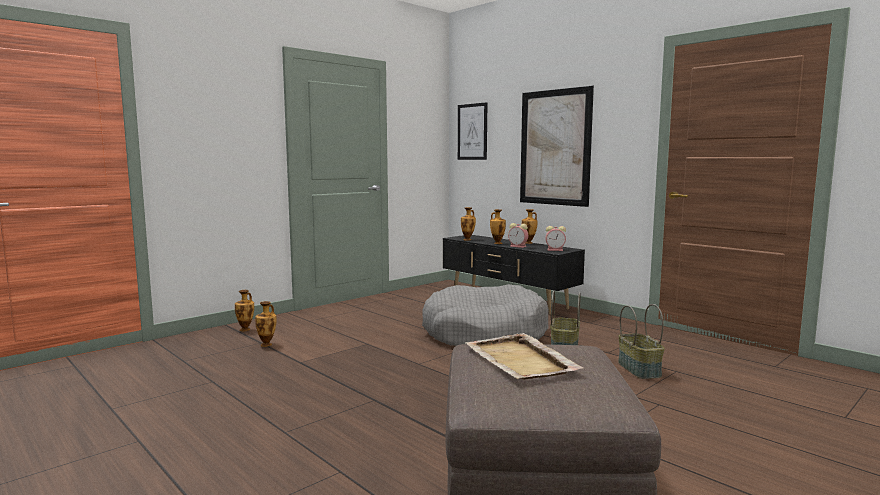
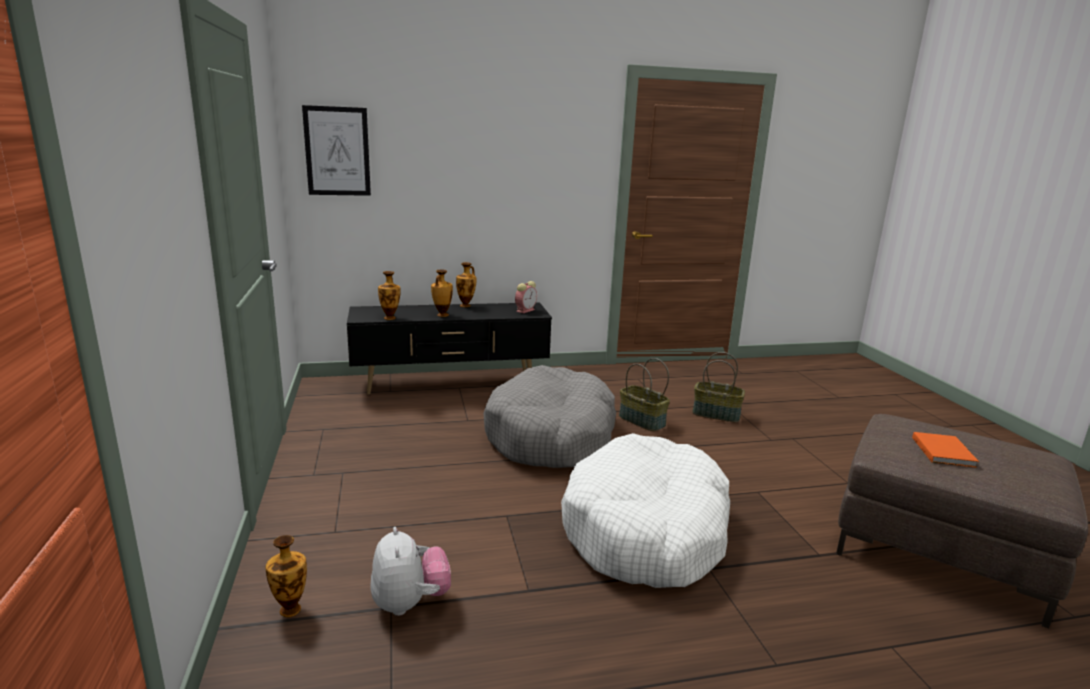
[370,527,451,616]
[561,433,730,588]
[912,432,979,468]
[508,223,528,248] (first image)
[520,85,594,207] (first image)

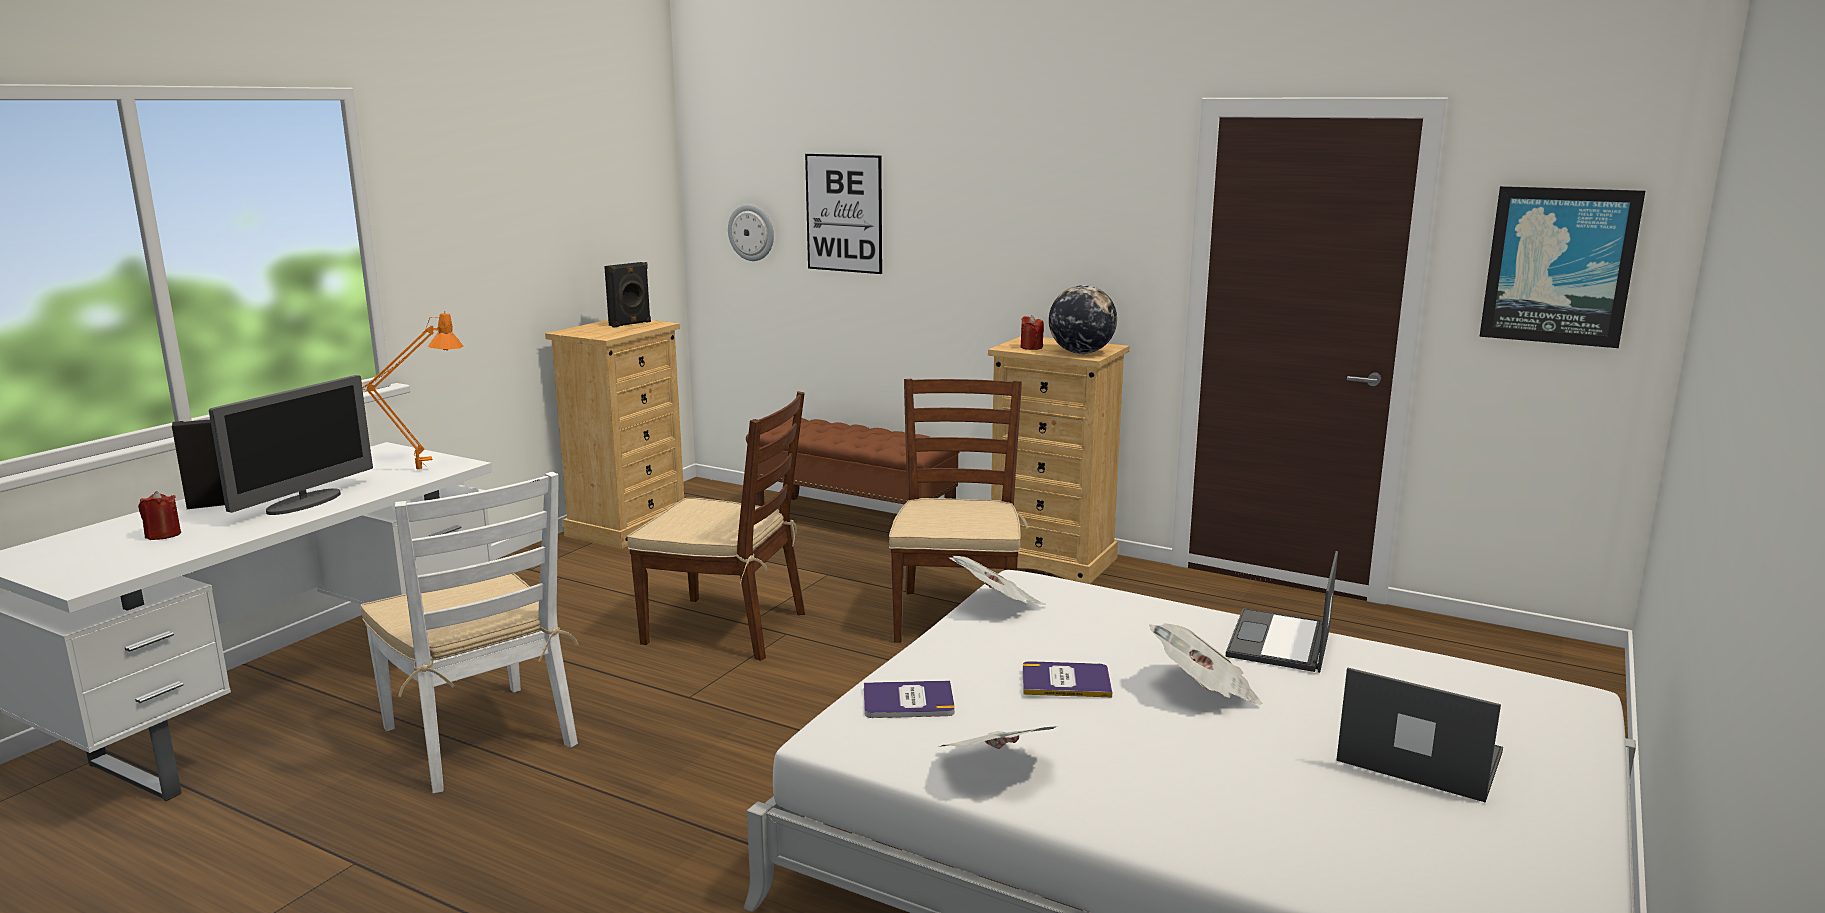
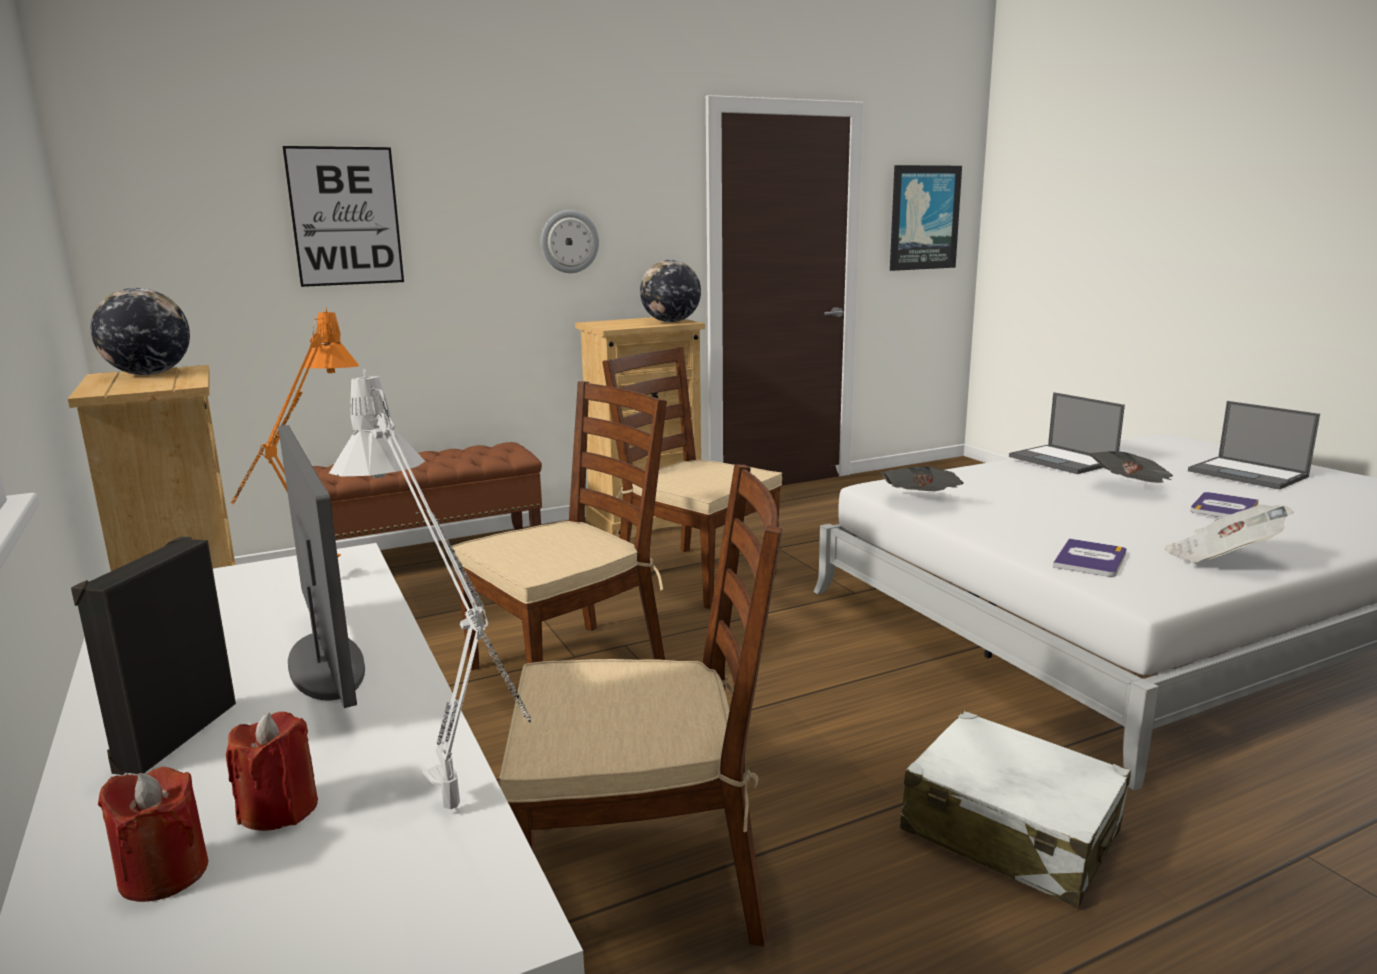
[91,288,190,375]
[98,767,208,902]
[329,369,531,809]
[499,464,783,947]
[541,210,599,273]
[900,711,1131,908]
[1188,401,1320,490]
[1191,492,1258,517]

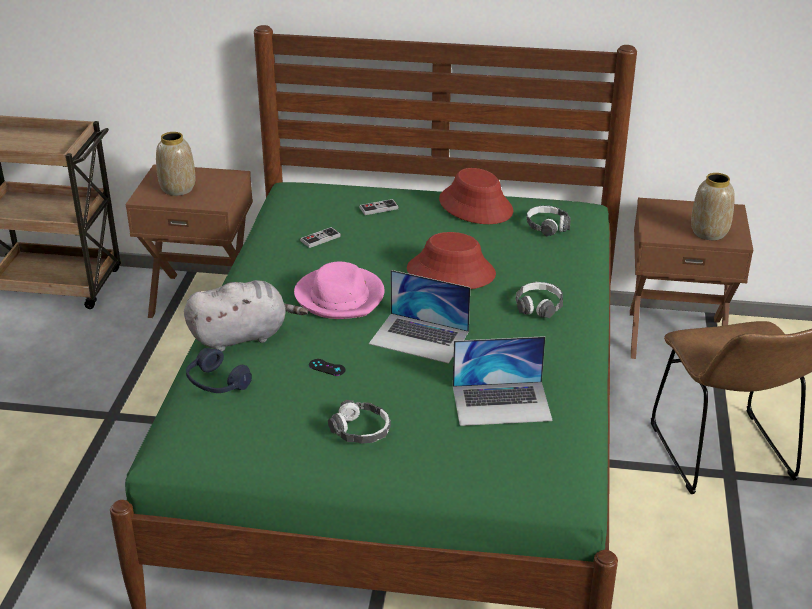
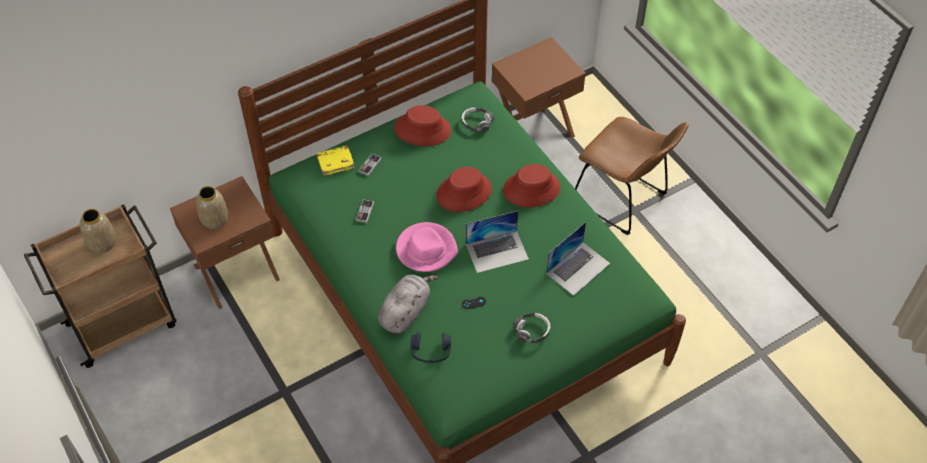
[80,209,116,253]
[316,146,355,176]
[503,164,561,207]

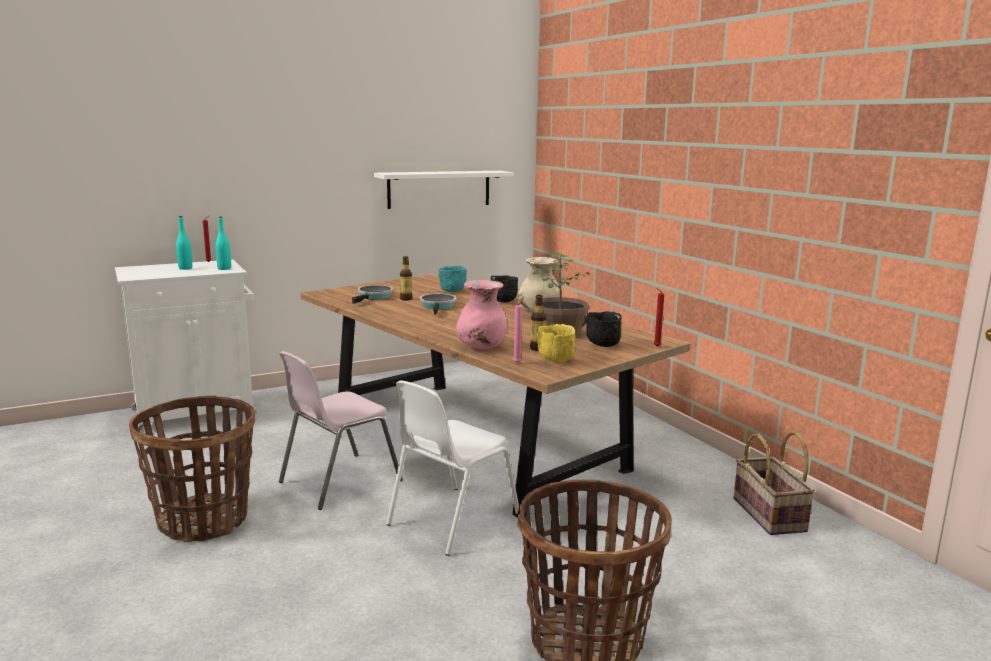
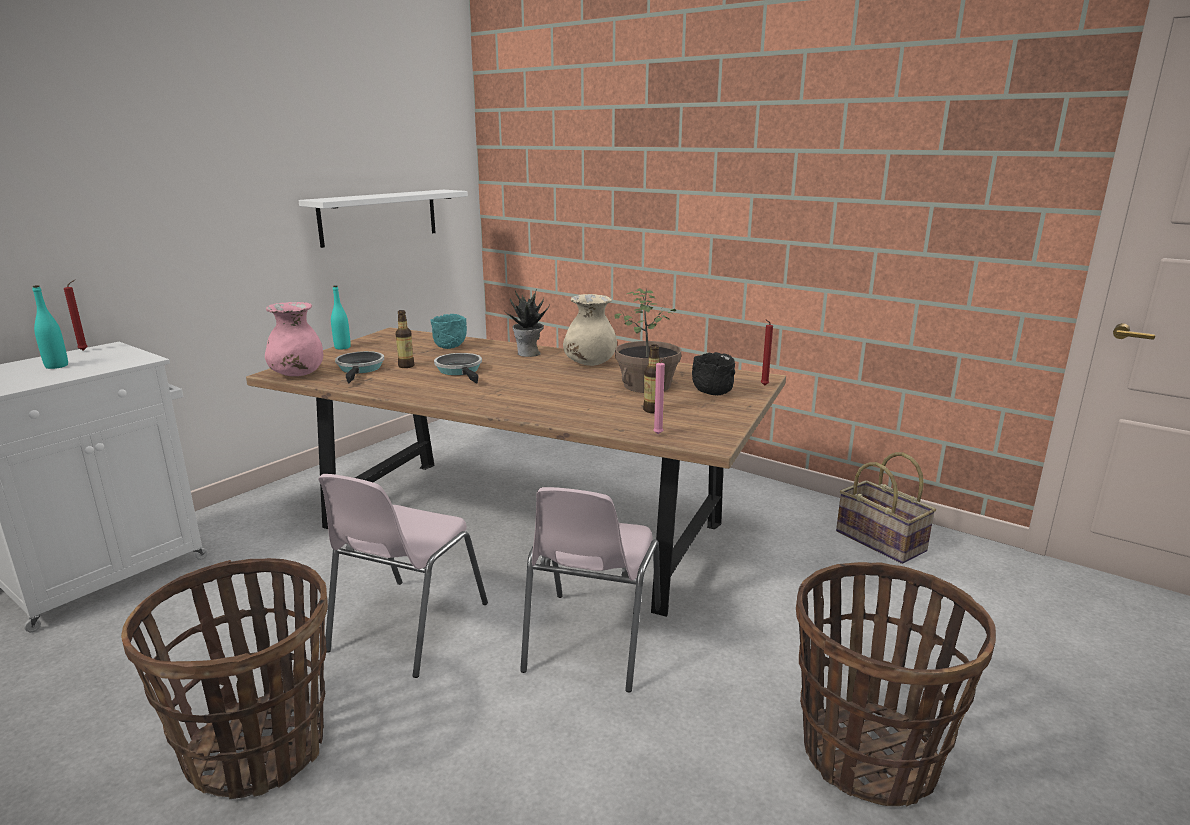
[265,302,323,376]
[331,285,351,350]
[505,288,550,357]
[520,487,661,692]
[537,324,575,363] (first image)

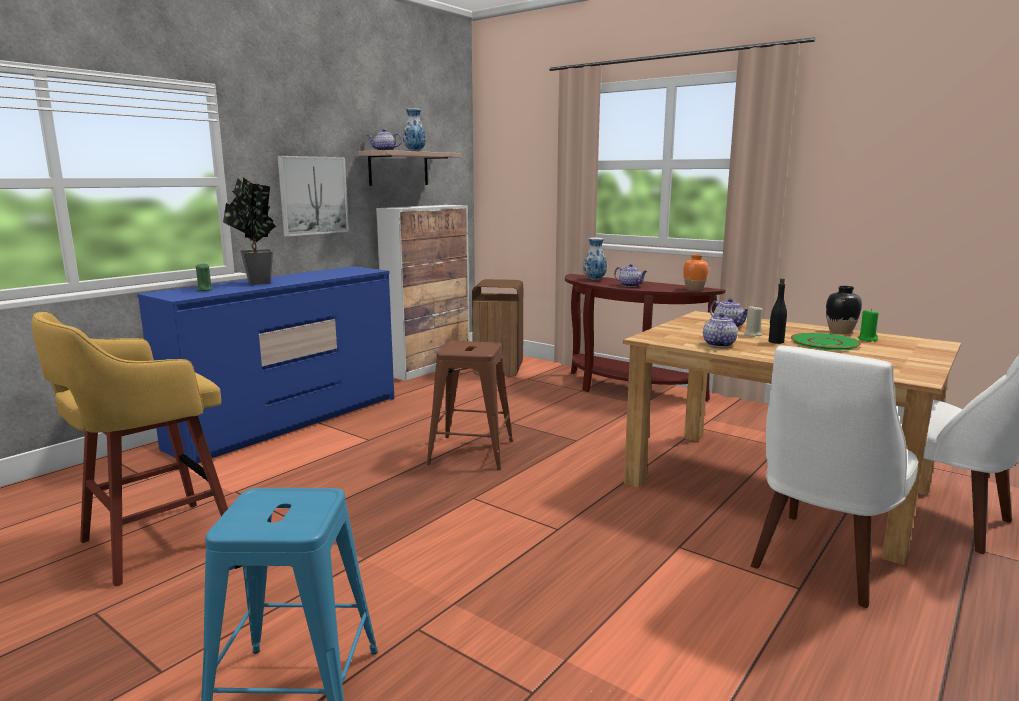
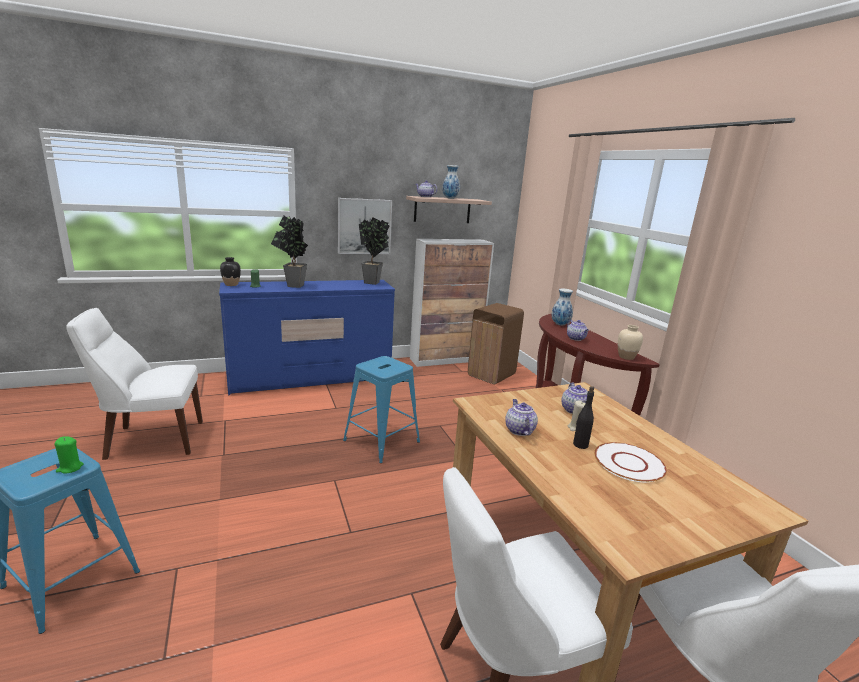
[54,437,84,473]
[66,308,203,460]
[220,257,241,286]
[343,356,420,463]
[359,217,390,285]
[505,399,538,436]
[594,442,667,482]
[618,325,643,360]

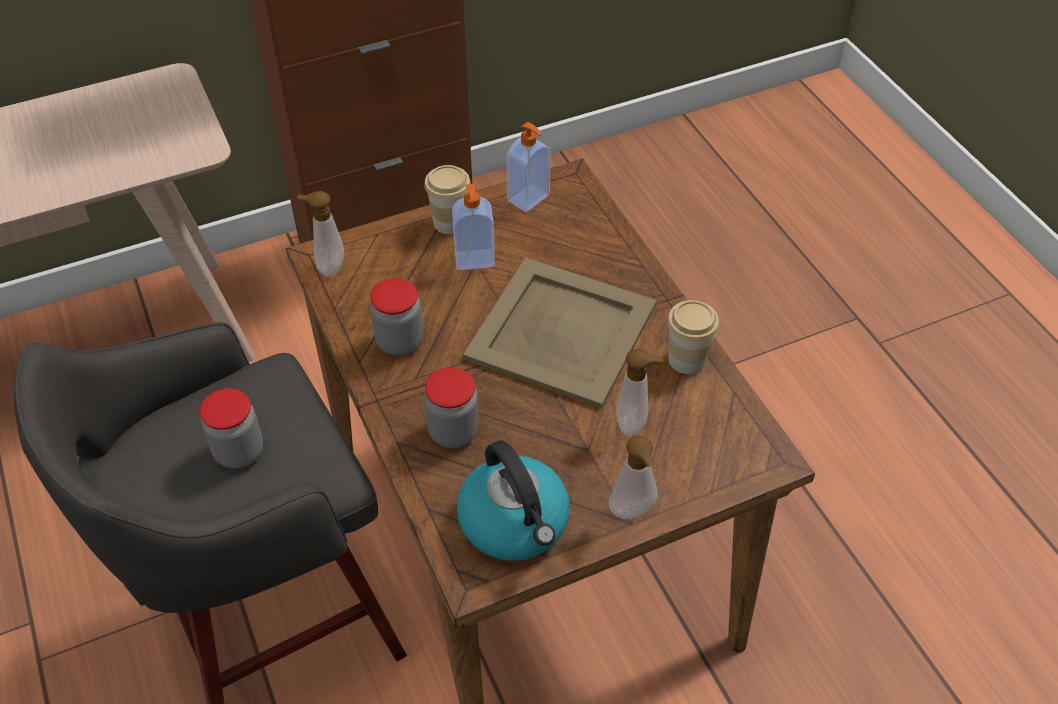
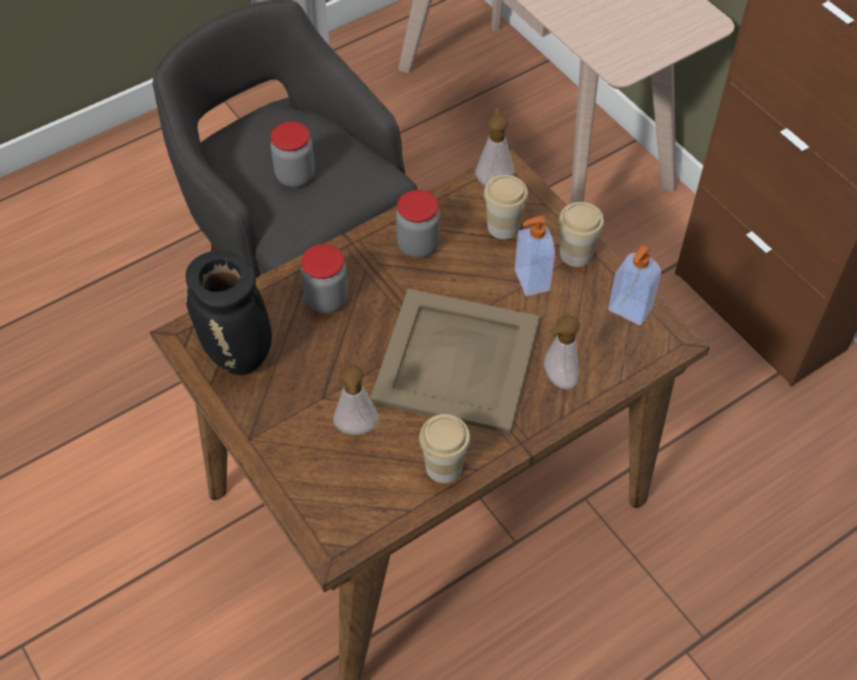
[186,250,272,375]
[484,175,528,239]
[544,315,580,390]

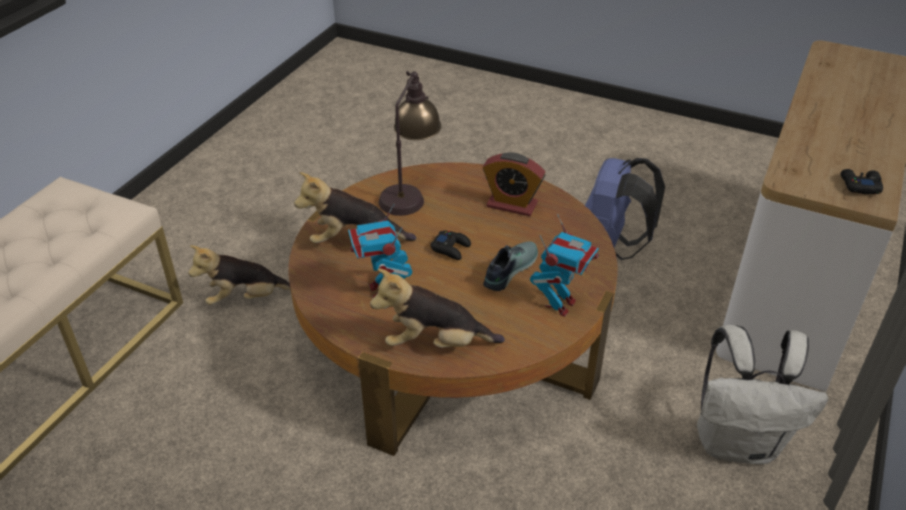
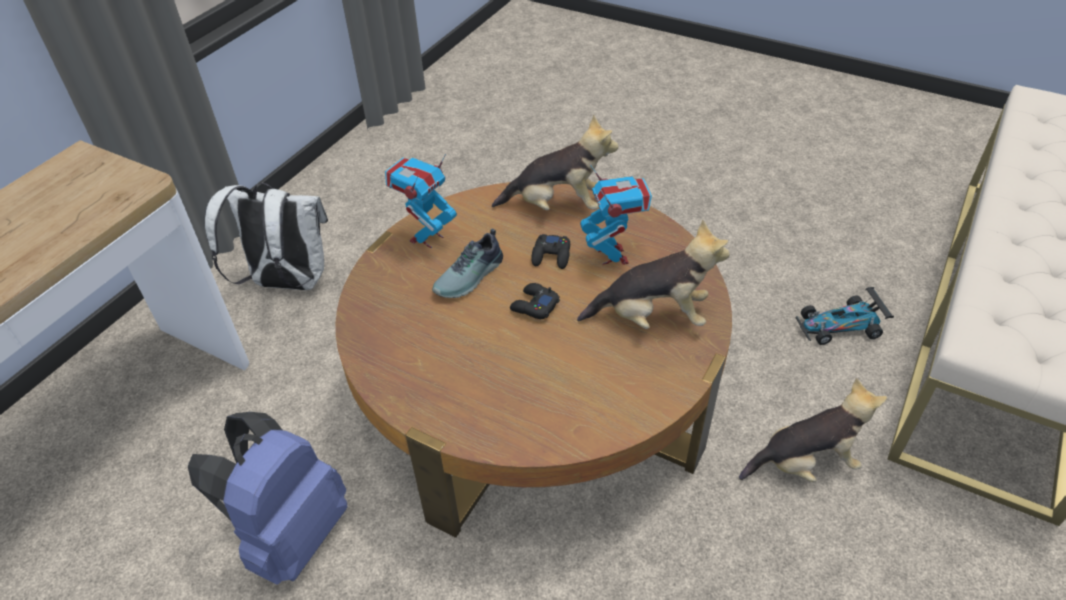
[531,234,570,269]
[796,287,894,345]
[379,71,441,216] (first image)
[483,153,545,216] (first image)

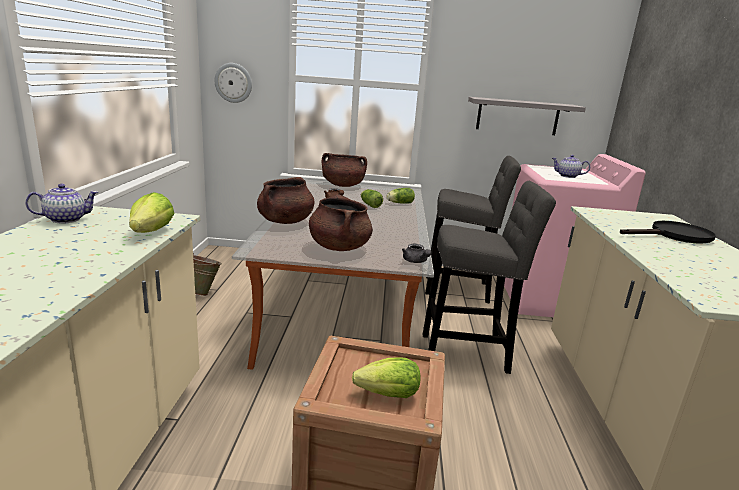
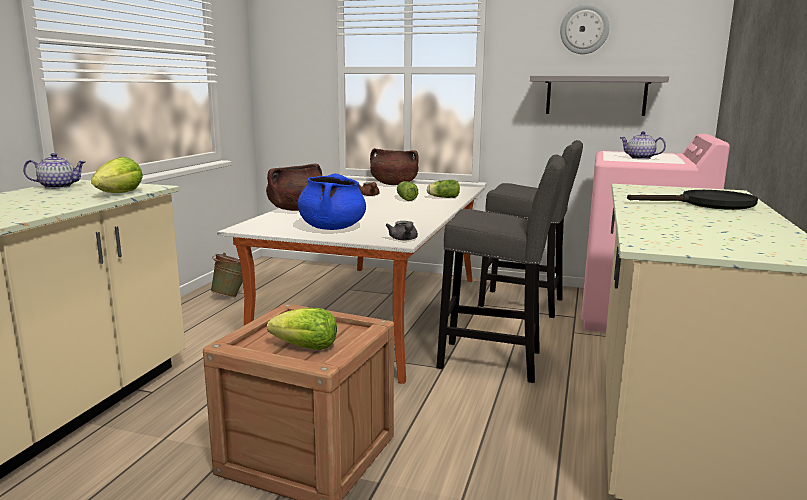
[298,174,366,230]
[560,4,610,54]

